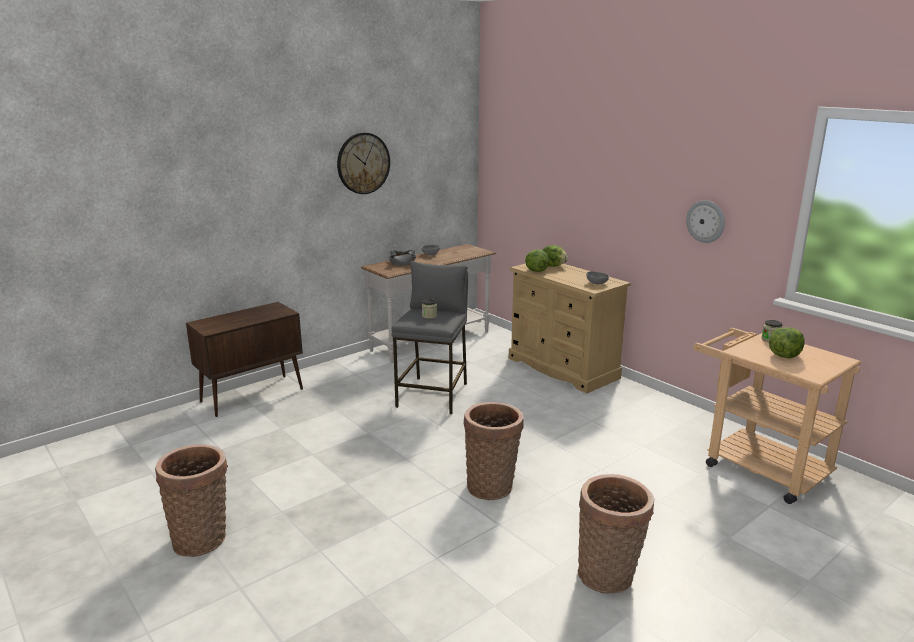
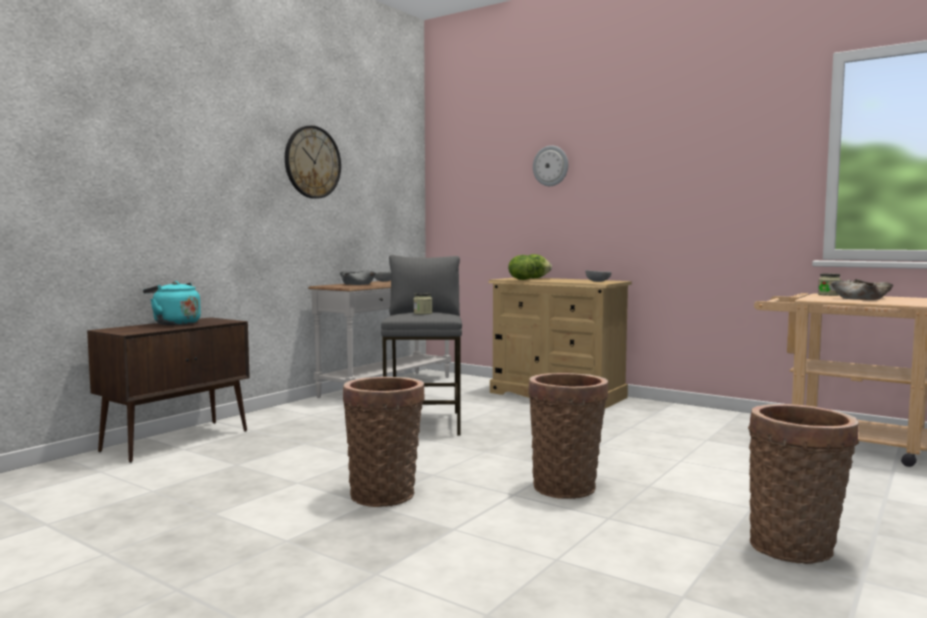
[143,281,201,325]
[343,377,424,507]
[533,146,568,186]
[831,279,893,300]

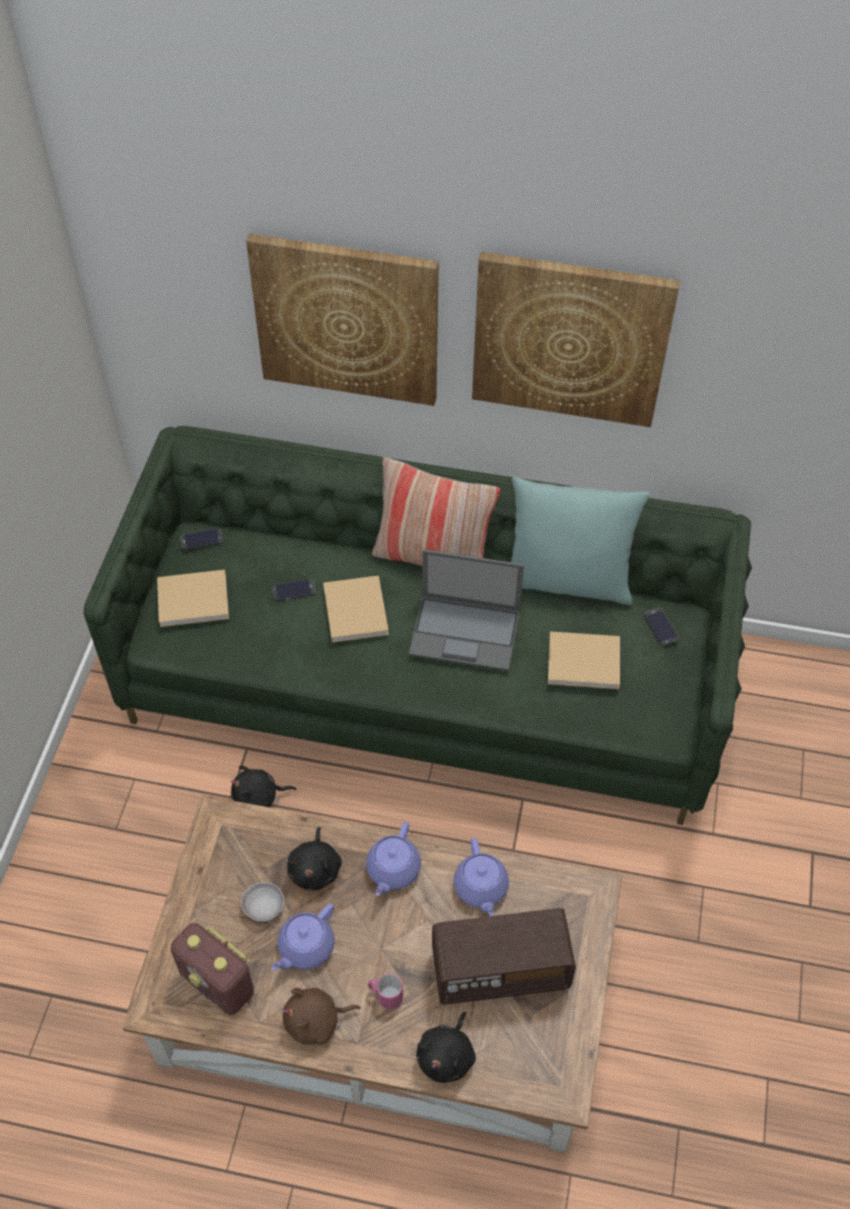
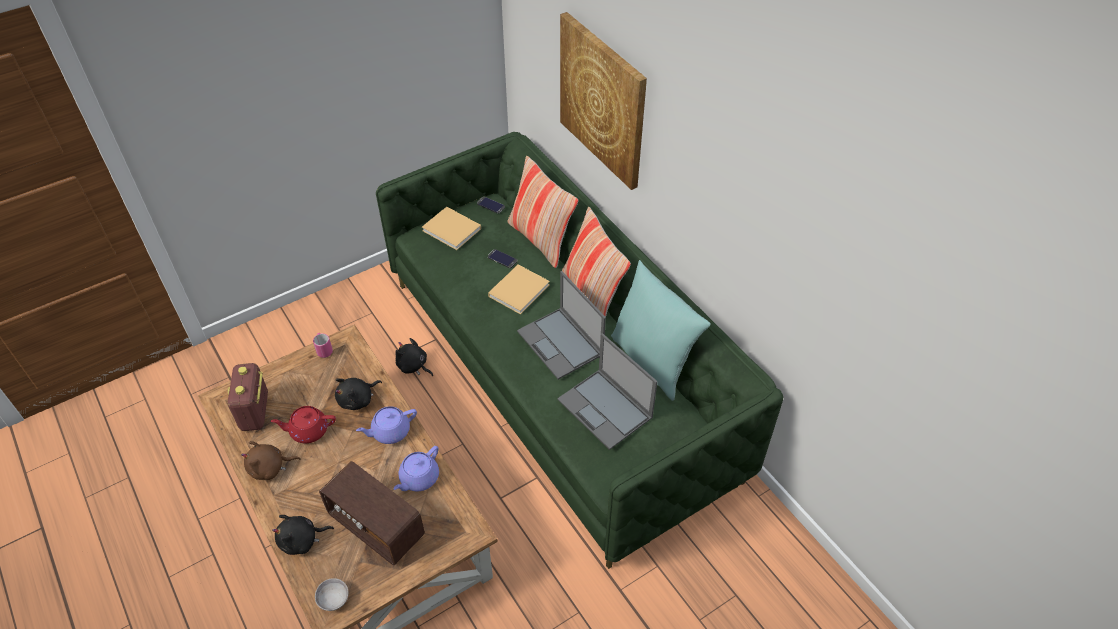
[241,441,301,480]
[271,406,336,443]
[313,333,333,358]
[315,578,349,611]
[507,156,578,268]
[557,333,658,450]
[472,252,680,427] (first image)
[644,608,679,646] (first image)

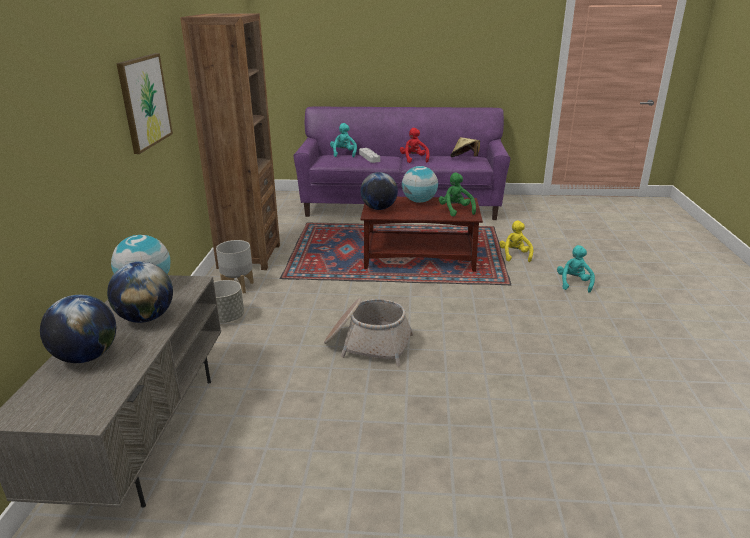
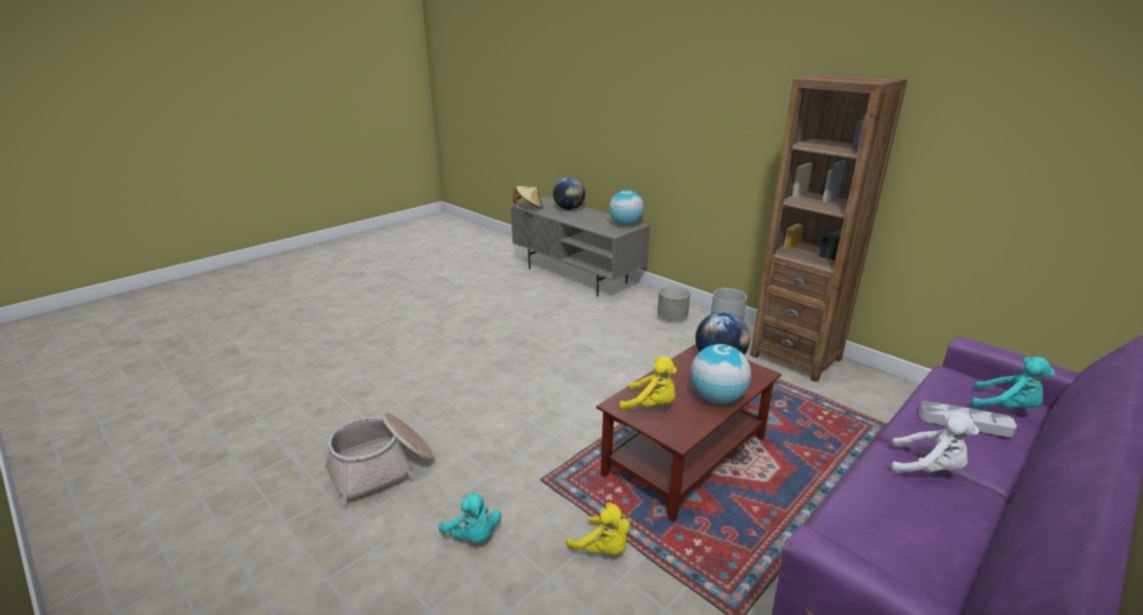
[325,413,434,509]
[513,186,543,209]
[619,357,677,411]
[891,412,979,474]
[107,262,173,323] (first image)
[116,53,173,154] (first image)

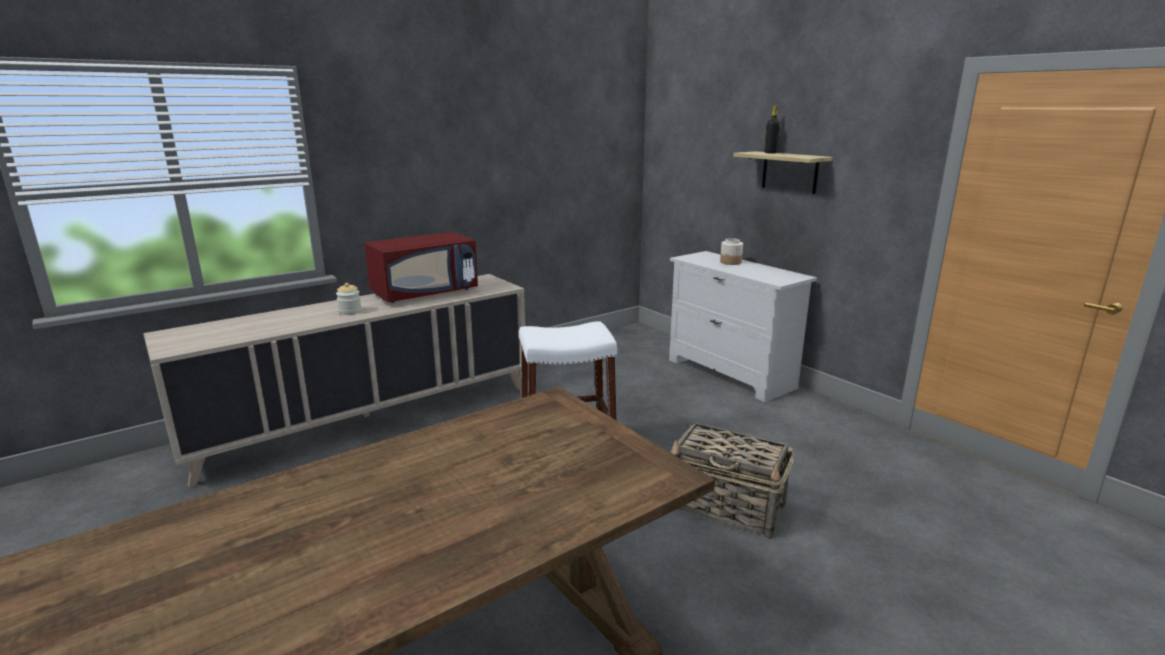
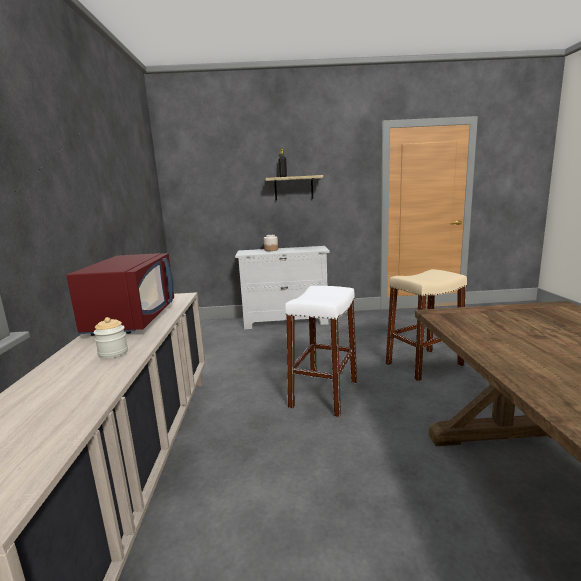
[386,269,467,381]

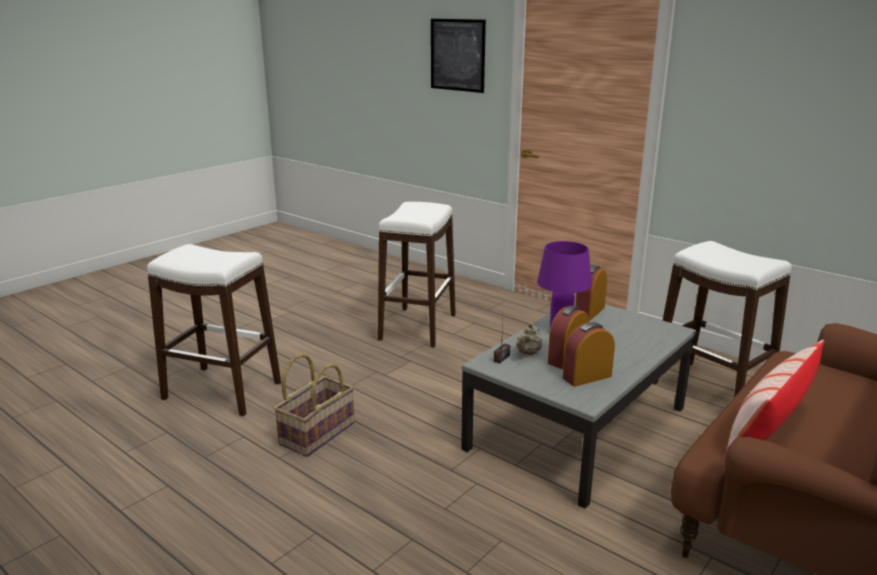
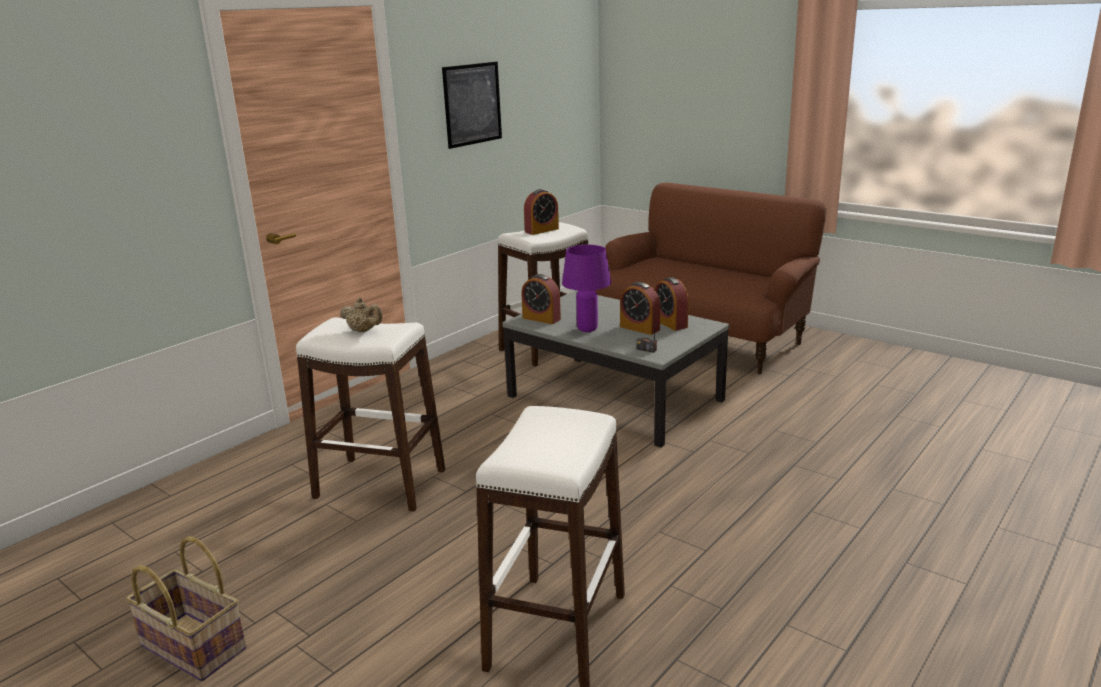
[126,536,247,681]
[340,298,382,332]
[442,62,502,149]
[524,189,559,235]
[725,340,825,456] (first image)

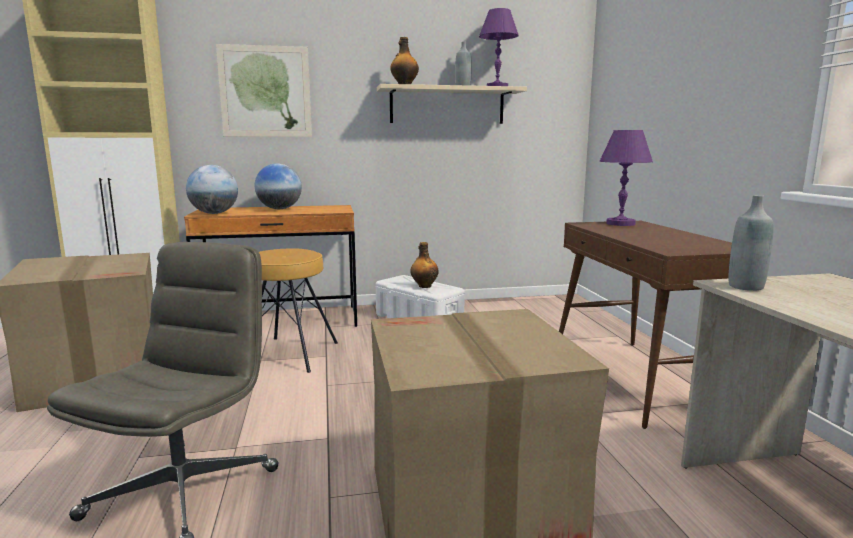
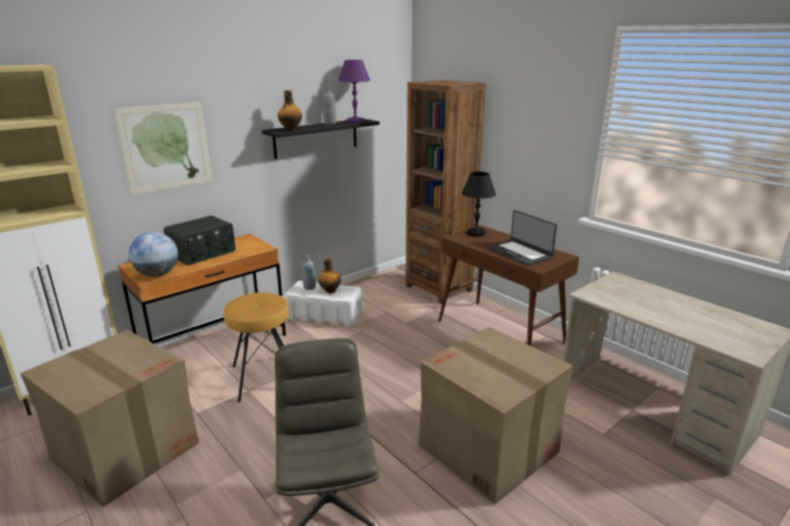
[164,216,236,265]
[262,119,380,159]
[302,255,316,290]
[406,80,486,304]
[462,172,496,237]
[488,210,557,266]

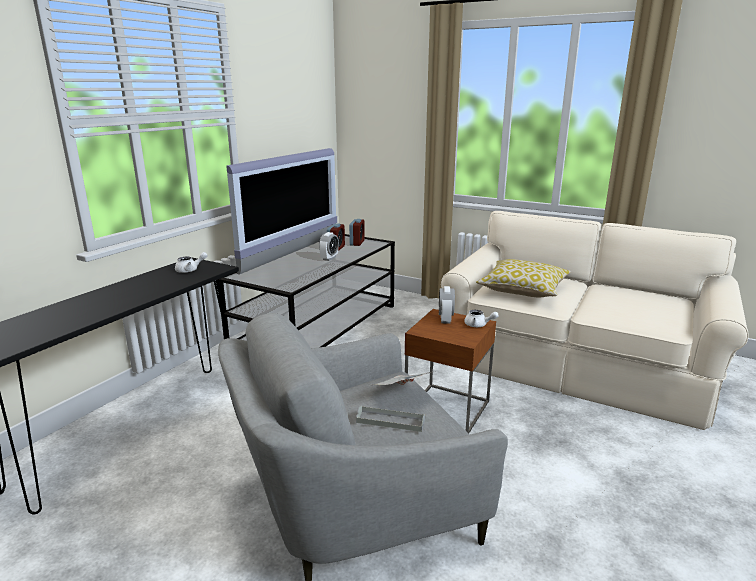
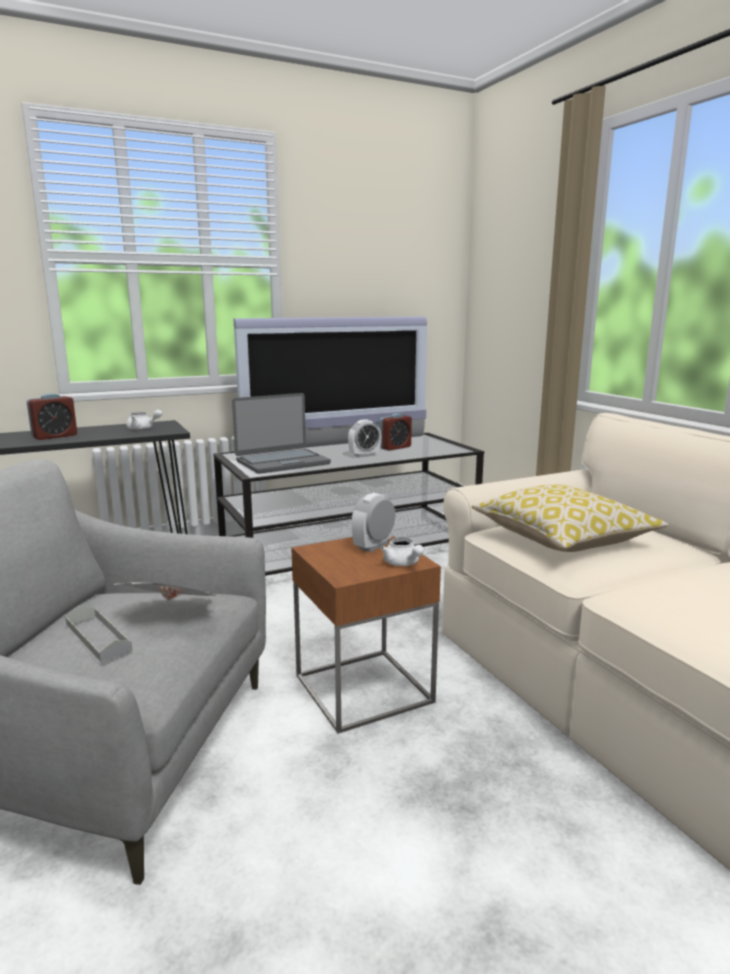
[27,393,77,440]
[232,393,331,474]

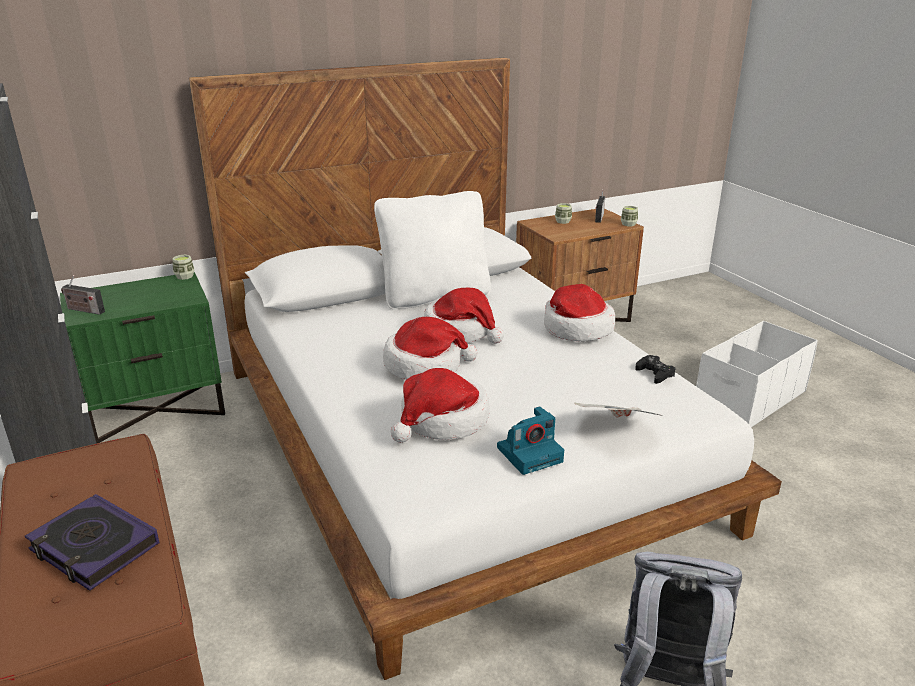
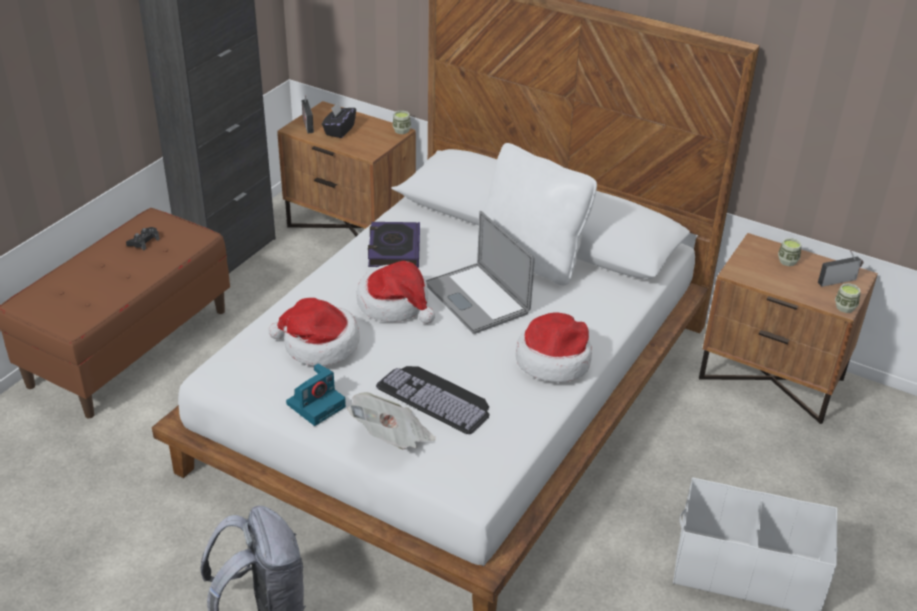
[126,227,160,251]
[277,101,416,236]
[286,364,346,426]
[322,102,356,138]
[368,222,420,268]
[376,366,490,434]
[426,211,535,334]

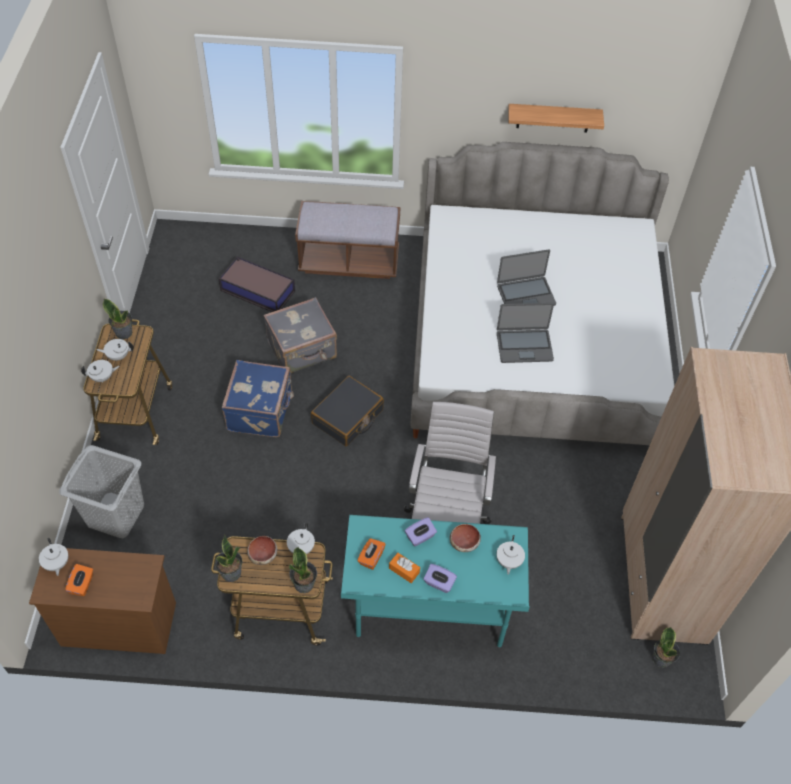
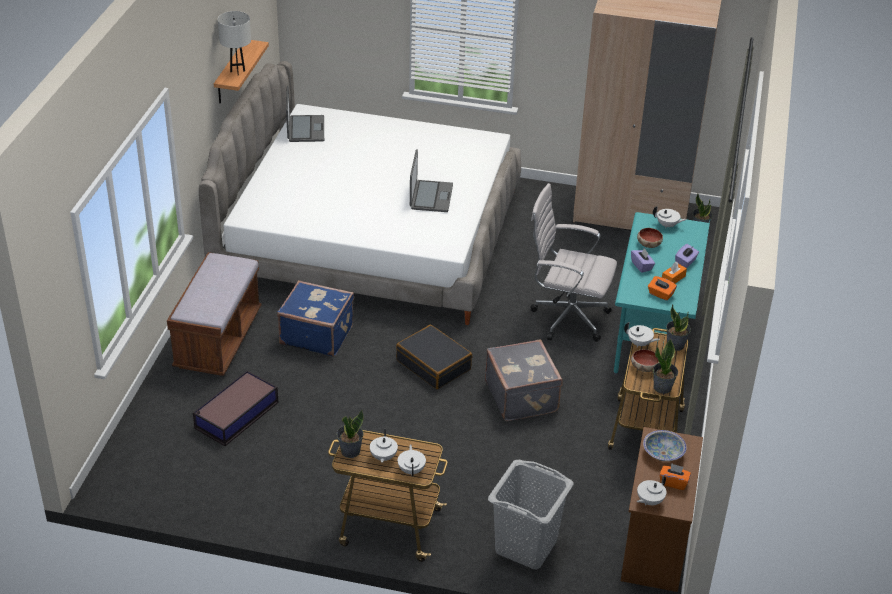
[218,11,251,75]
[277,280,354,357]
[286,86,324,142]
[485,339,563,421]
[637,476,666,505]
[643,430,687,461]

